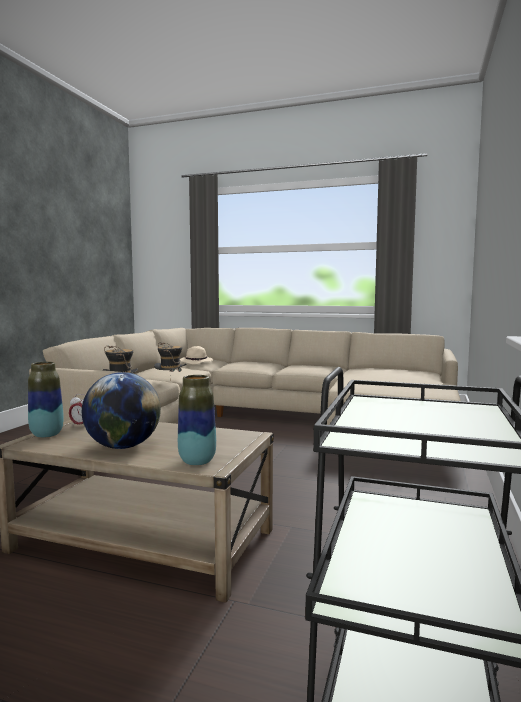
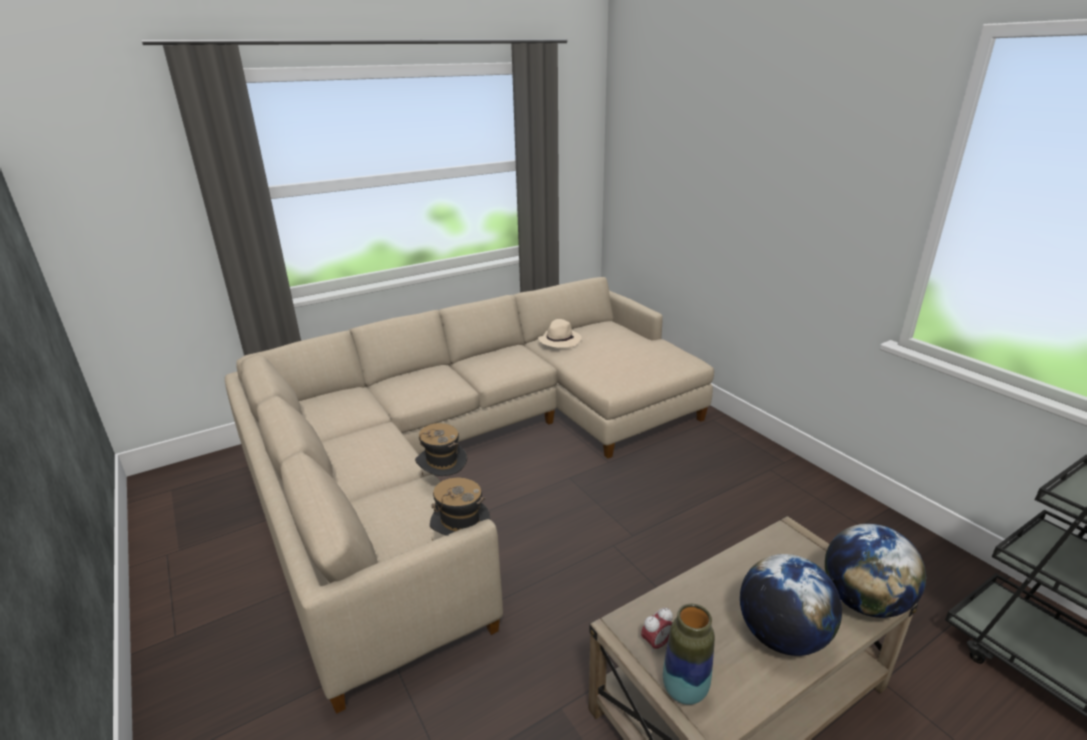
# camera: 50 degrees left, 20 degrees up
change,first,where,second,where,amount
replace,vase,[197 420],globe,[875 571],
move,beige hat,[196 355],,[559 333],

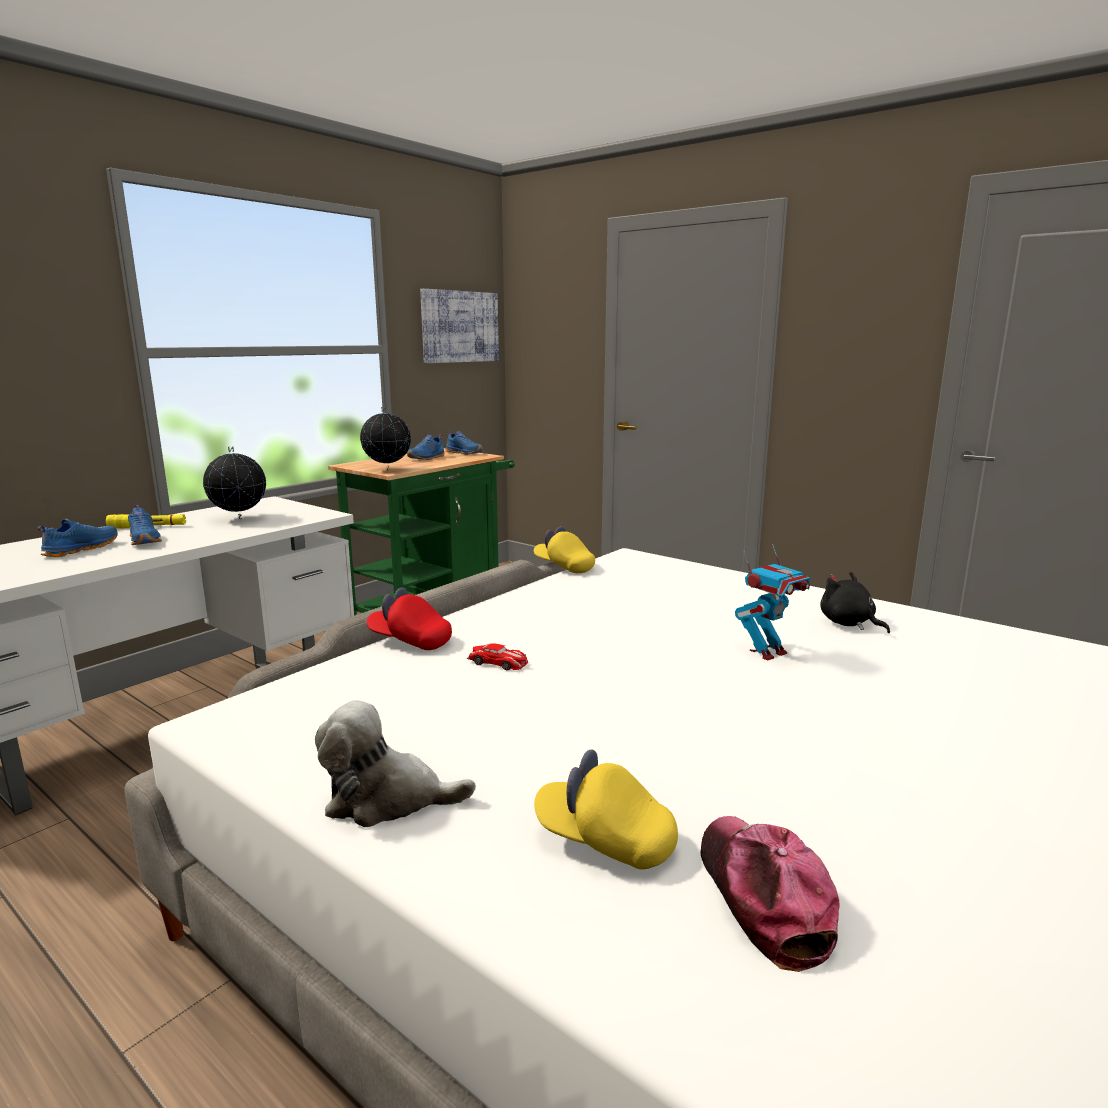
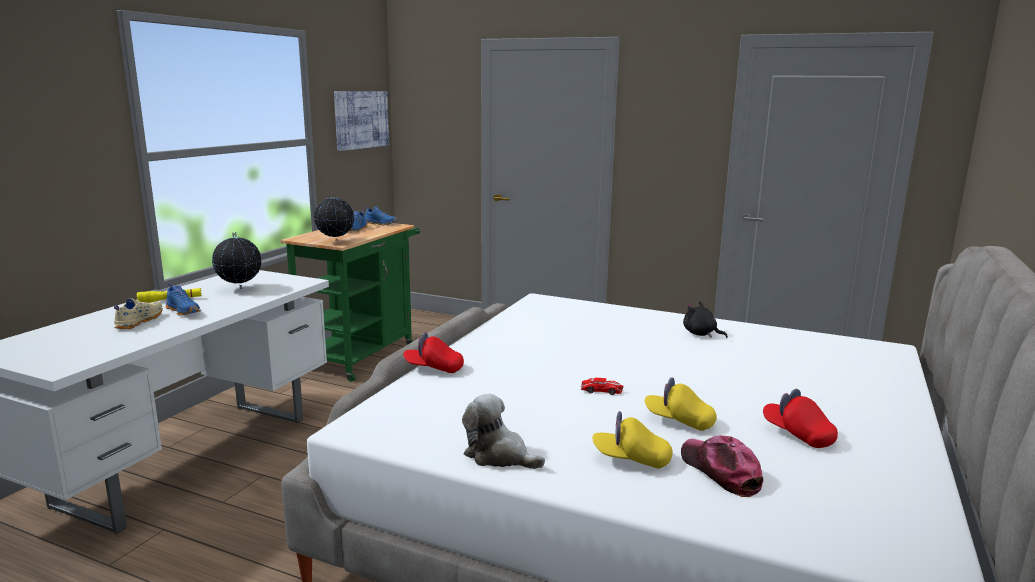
# camera: 15 degrees left, 0 degrees up
change,first,where,second,where,amount
recolor,blue shoe,[78 538],beige shoe,[138 313],
rotate,plush toy,[395 763],,[503 431],45 degrees clockwise
move,toy car,[497 656],,[602 386],
move,yellow cap,[564 549],,[681 404],
delete,toy robot,[772 602],,,
insert,,,red cap,[800 418],

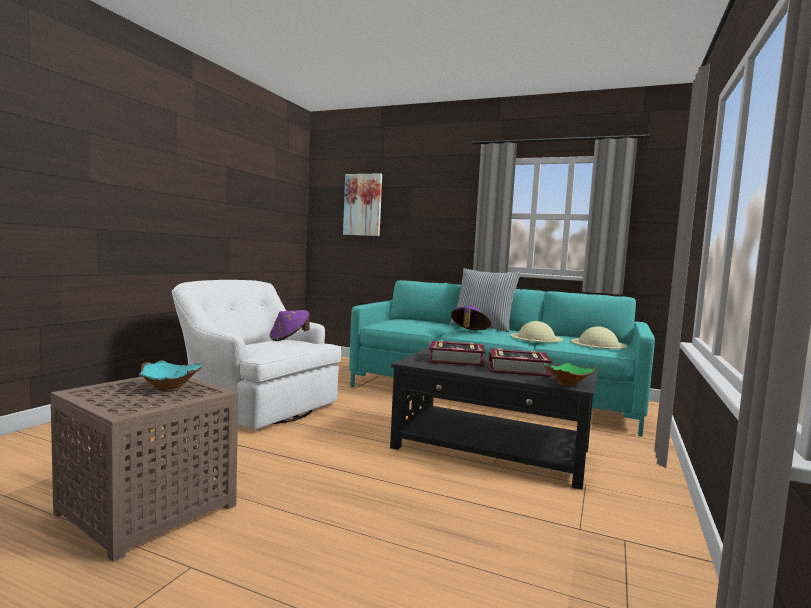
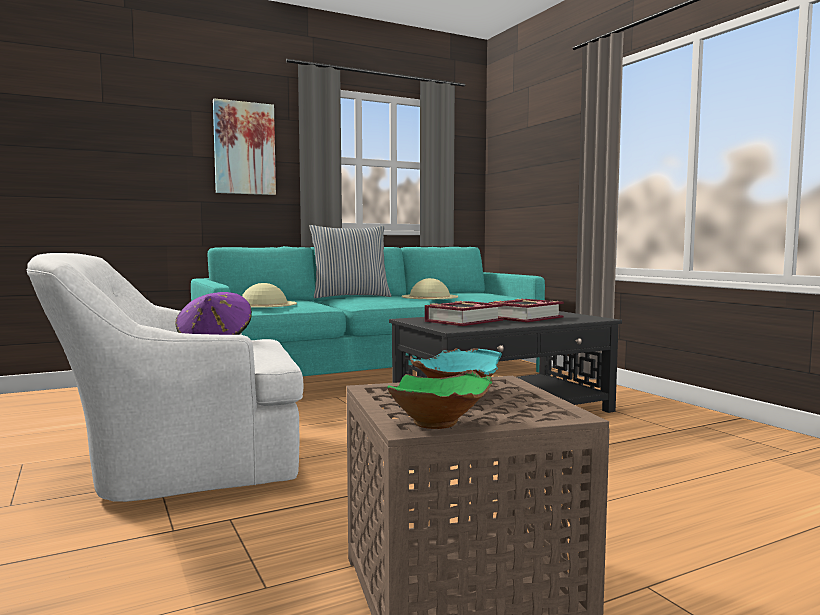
# camera: 50 degrees left, 0 degrees up
change,first,where,second,where,amount
move,picture,[362 204],,[244 146],
delete,purple hat,[471 318],,,
move,green bowl,[569 374],,[439 399],
move,beige hat,[599 337],,[269 295],

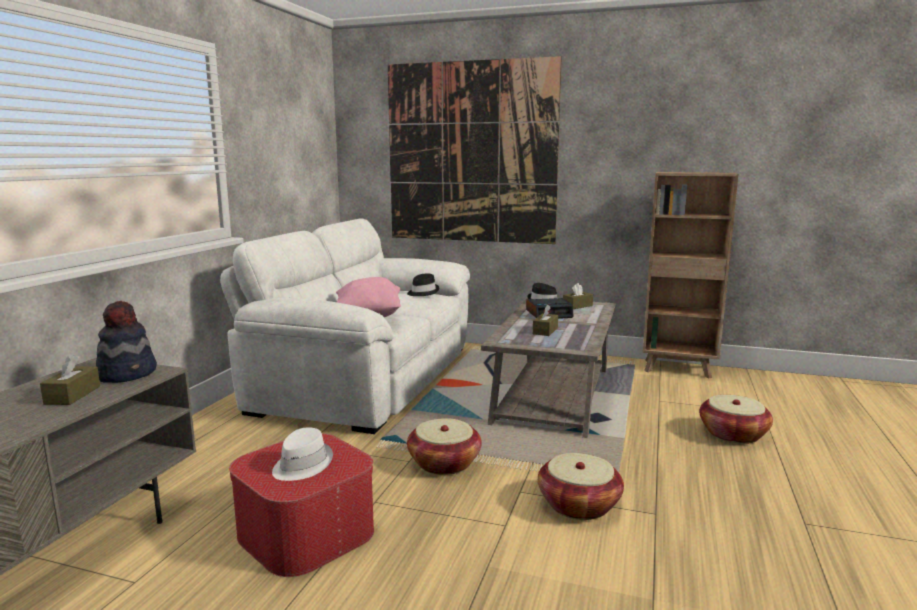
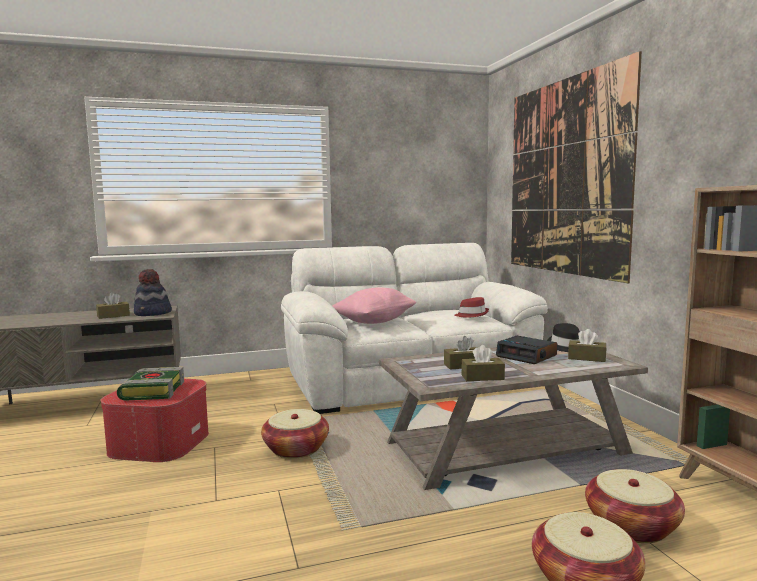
# camera: 55 degrees right, 5 degrees down
change,first,where,second,where,amount
replace,white hat,[302 454],book,[150 384],
recolor,black hat,[423 285],red hat,[472 307],
move,basket,[581 486],,[635 506],
insert,,,brown tissue box,[483 363],

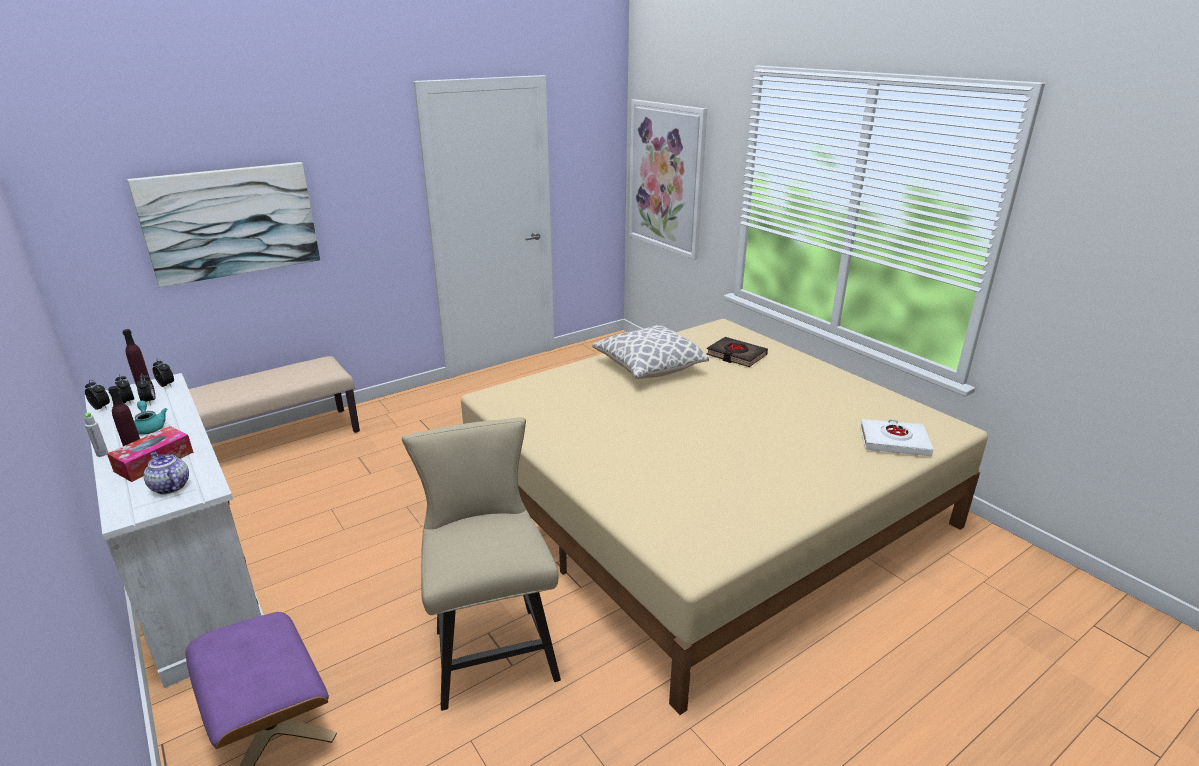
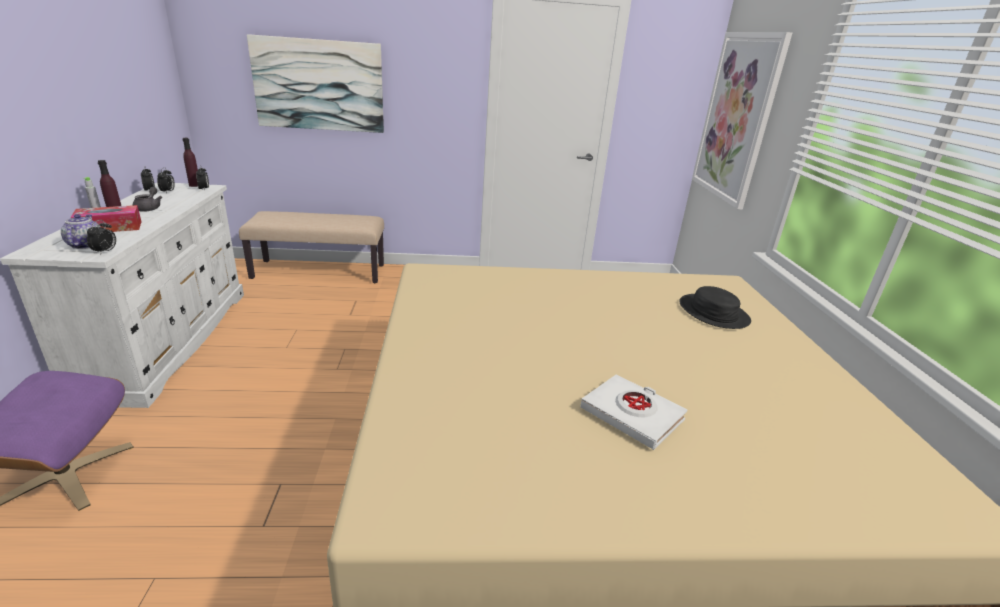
# camera: 30 degrees right, 0 degrees up
change,first,where,second,where,amount
recolor,turquoise teapot,[150 418],grey teapot,[147 199],
move,alarm clock,[146 389],,[101 237],
delete,beige chair,[481 564],,,
delete,pillow,[651 352],,,
replace,black book,[737 352],black hat,[715 307],
move,white book,[896 437],,[634 412],

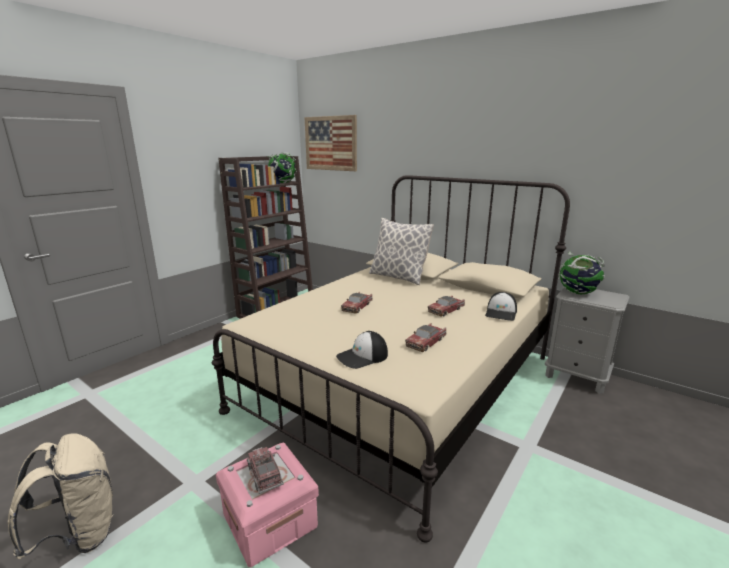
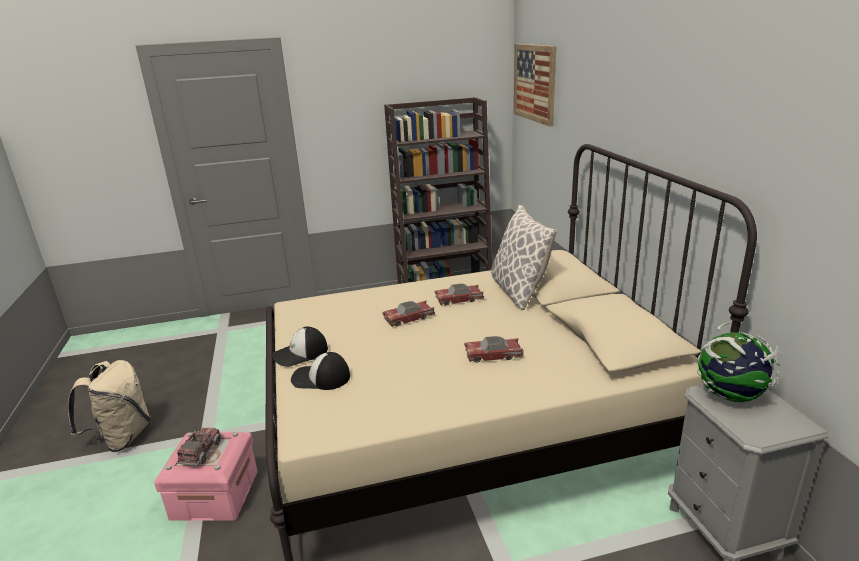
# camera: 40 degrees right, 5 degrees up
change,first,where,second,where,amount
delete,globe,[282 168],,,
move,toy car,[425 337],,[459 295],
move,cap,[501 306],,[300 346],

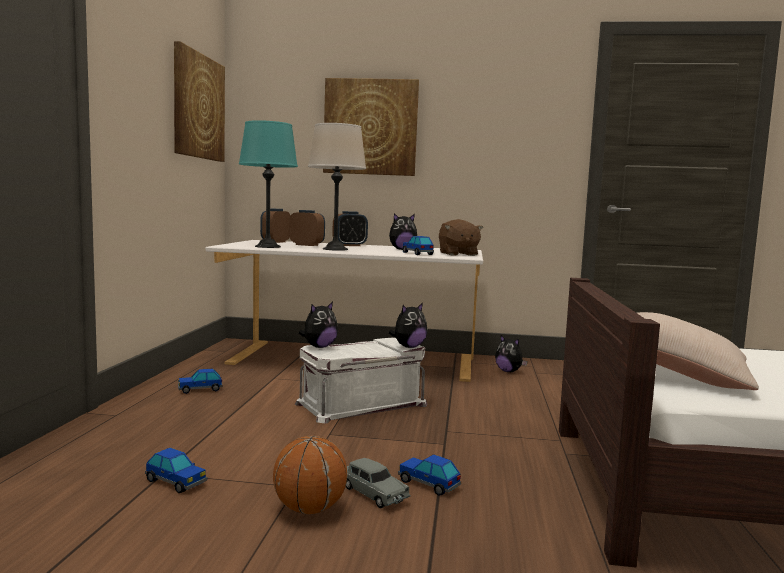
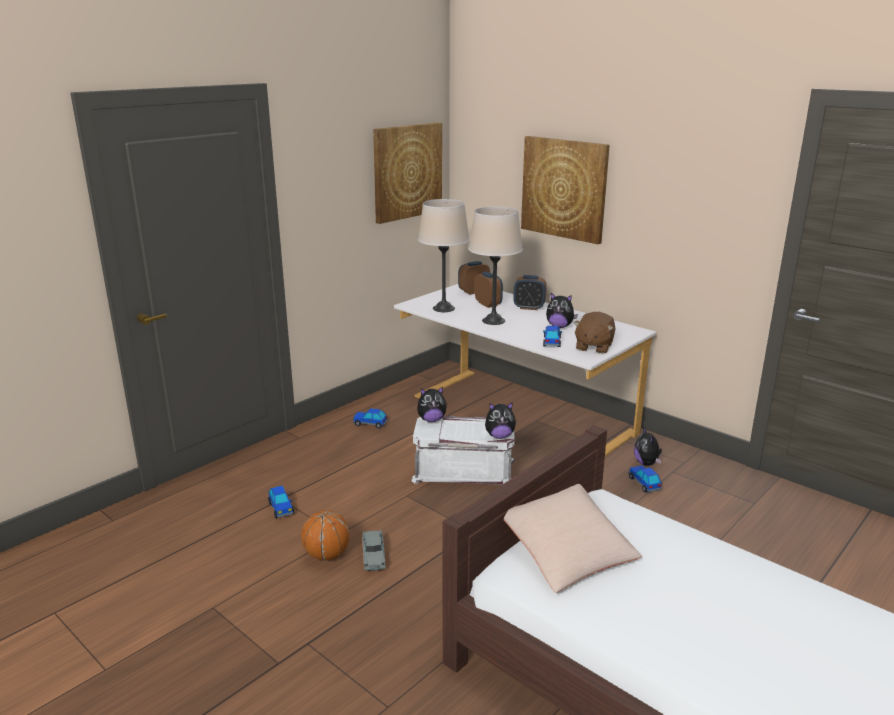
# camera: 35 degrees right, 15 degrees up
change,first,where,second,where,amount
recolor,turquoise table lamp,[268 184],beige table lamp,[444 255],
move,toy car,[429 475],,[645 478],

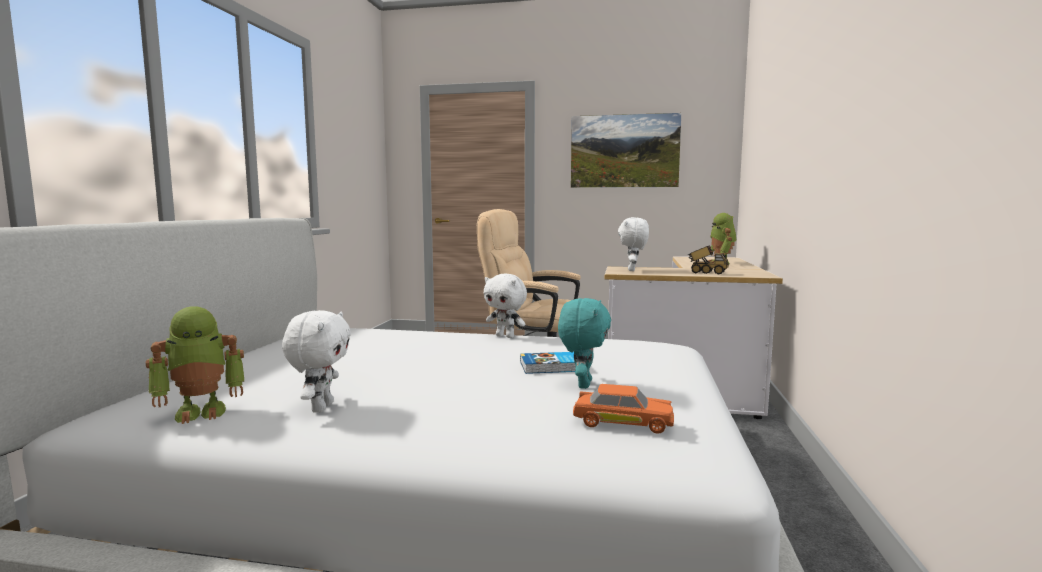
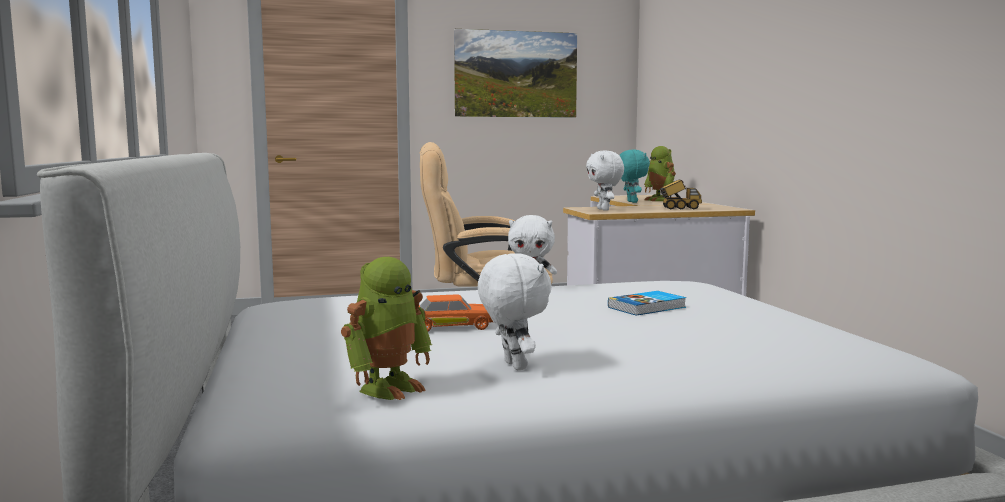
# camera: 25 degrees left, 0 degrees up
change,first,where,second,where,amount
move,turquoise plush toy,[584 343],,[634 176],
move,orange toy car,[623 409],,[456 313],

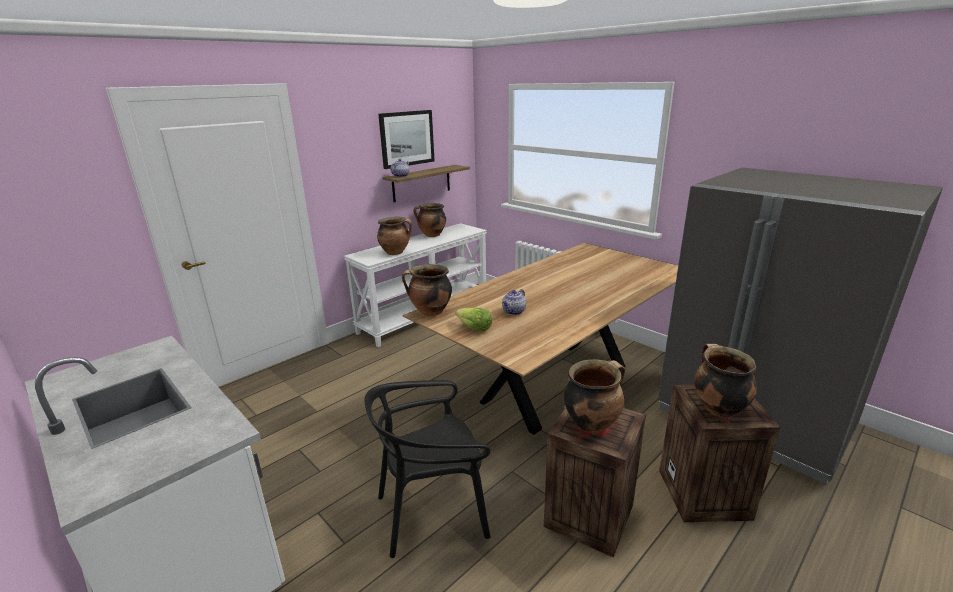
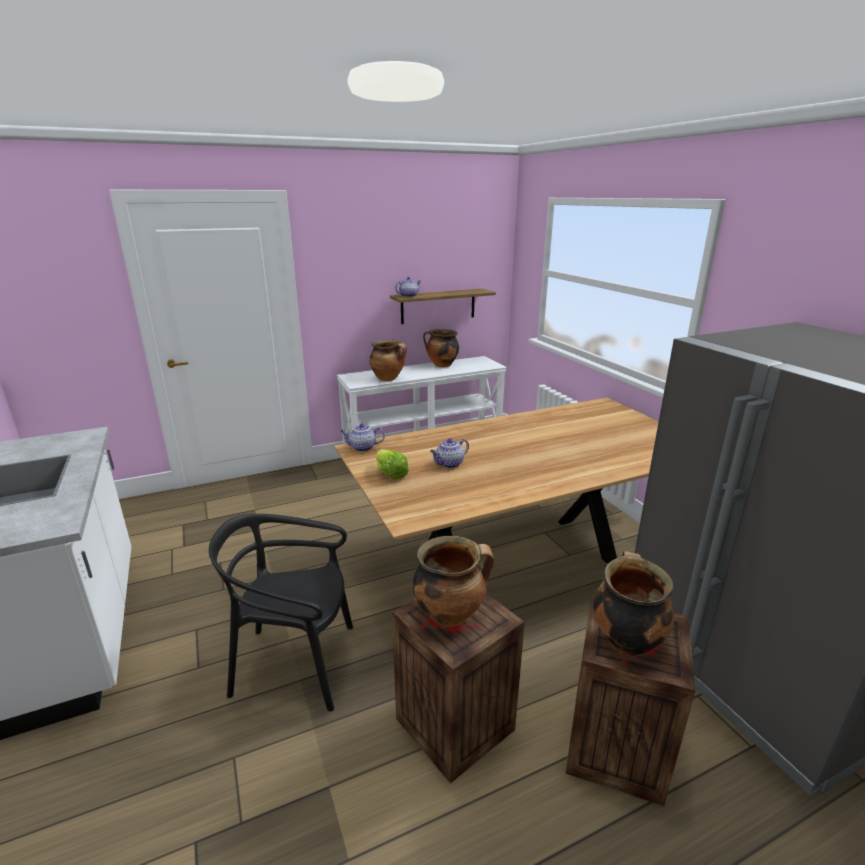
# camera: 20 degrees right, 0 degrees up
change,first,where,second,where,amount
delete,picture,[406 139],,,
replace,cooking pot,[427 290],teapot,[362 437],

